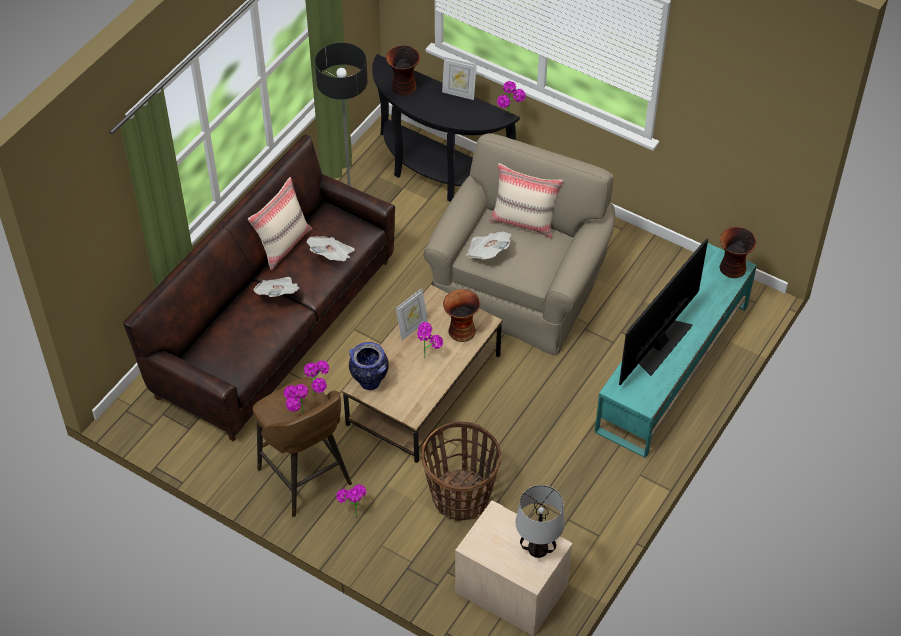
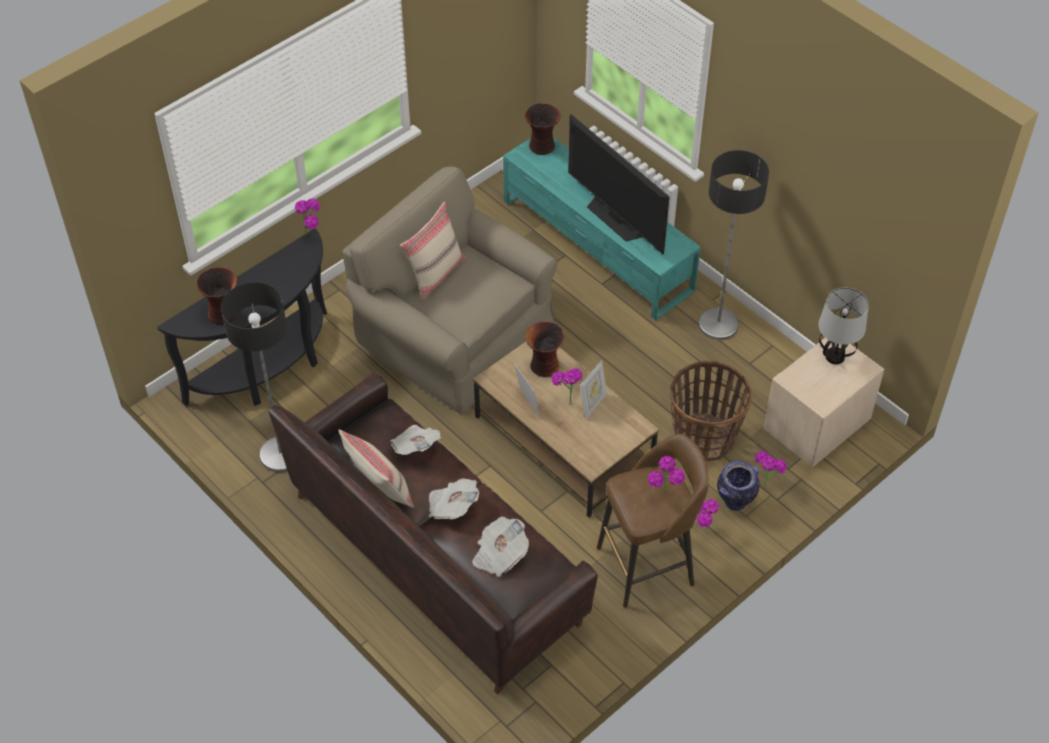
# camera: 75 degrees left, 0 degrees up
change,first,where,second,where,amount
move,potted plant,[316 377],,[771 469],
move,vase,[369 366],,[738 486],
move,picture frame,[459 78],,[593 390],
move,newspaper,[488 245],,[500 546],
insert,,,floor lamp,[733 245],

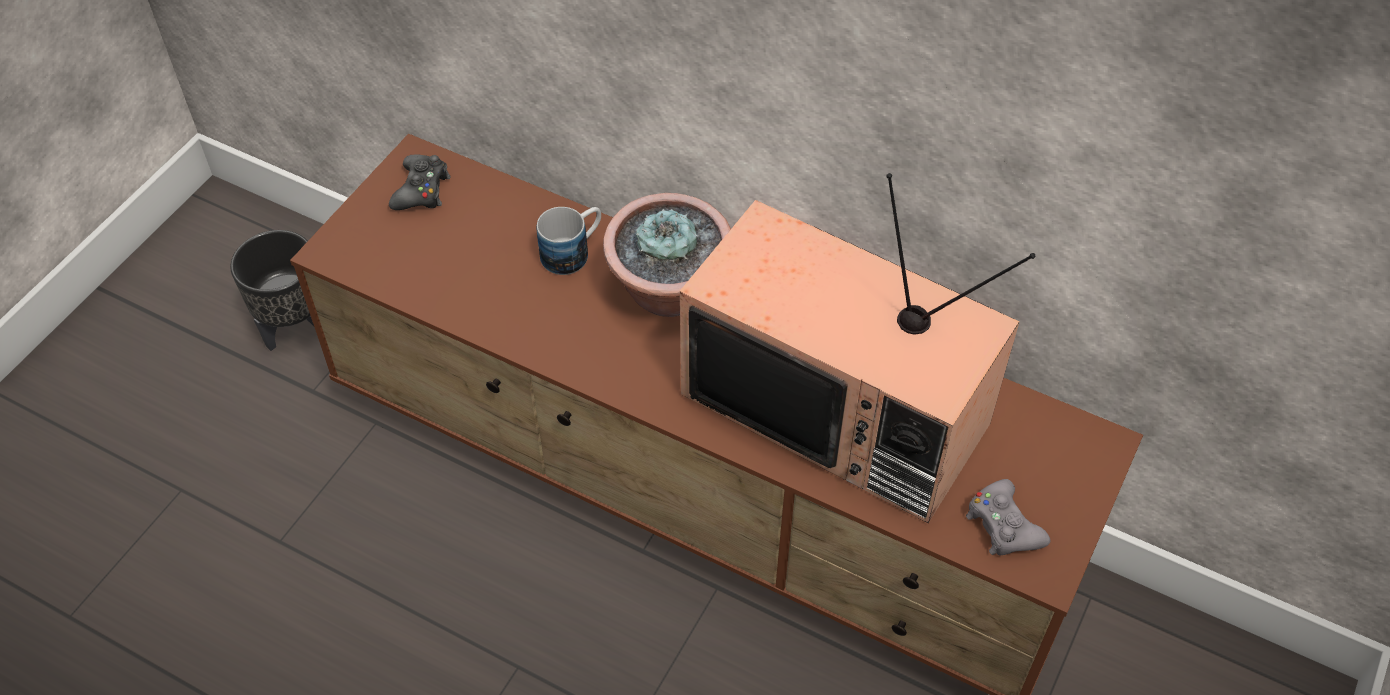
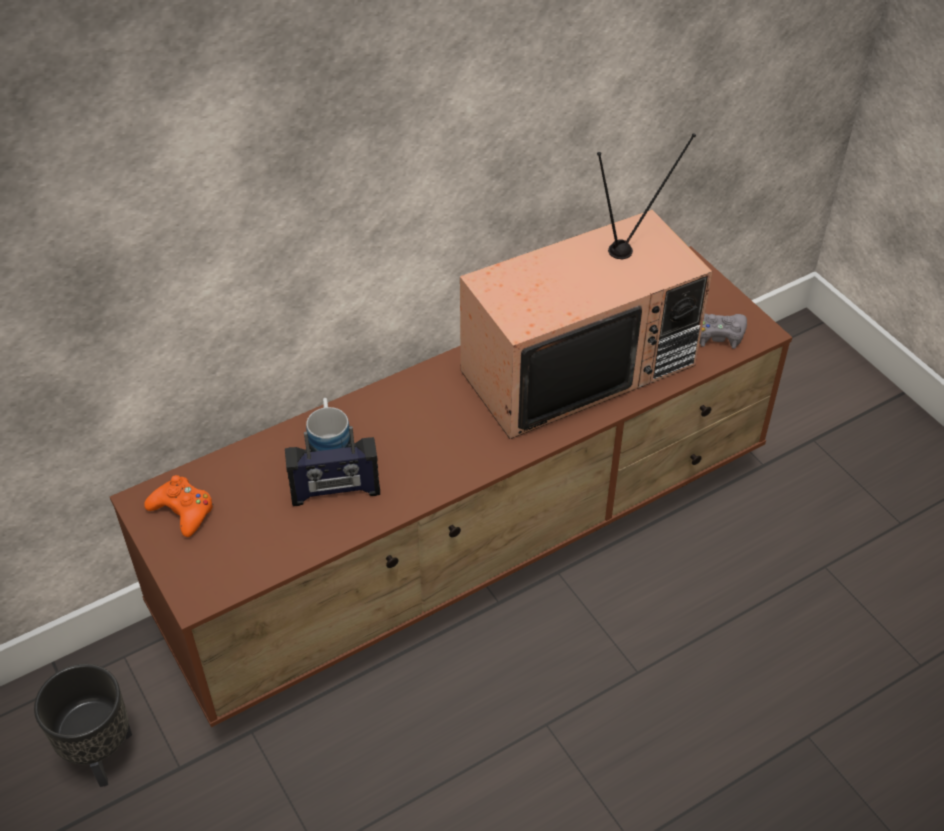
# camera: 60 degrees left, 5 degrees down
change,first,where,second,where,amount
recolor,black game controller,[420 182],orange game controller,[178 506],
delete,potted plant,[667 255],,,
insert,,,radio,[332 466],

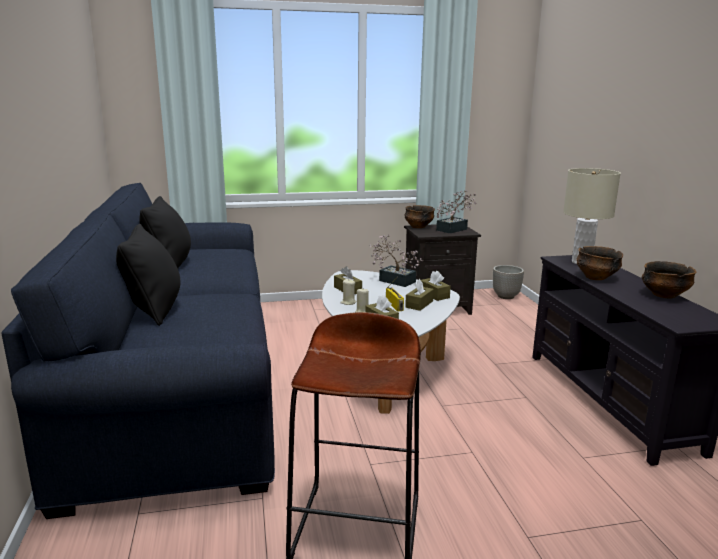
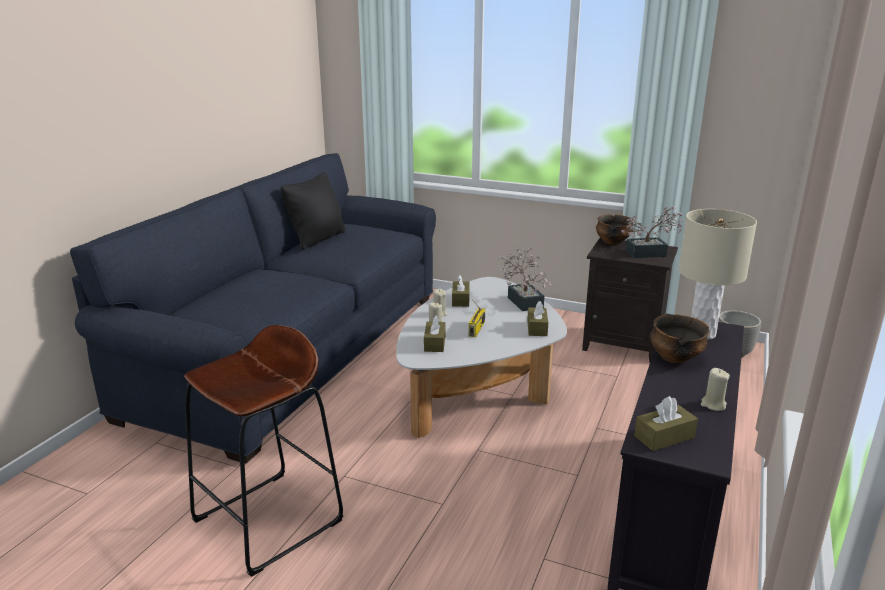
# camera: 35 degrees right, 5 degrees up
change,first,where,second,where,amount
delete,black pillow,[148 275],,,
move,brown tissue box,[419 295],,[666 423],
replace,bowl,[669 280],beige candle,[715 389],

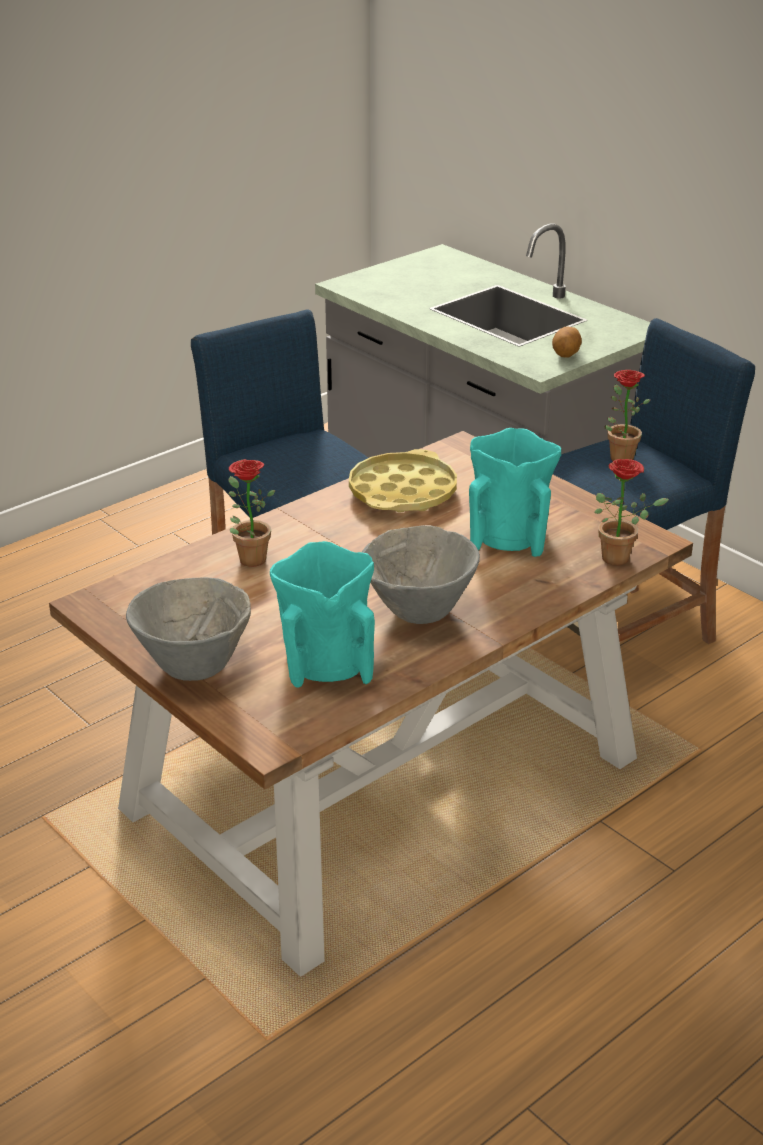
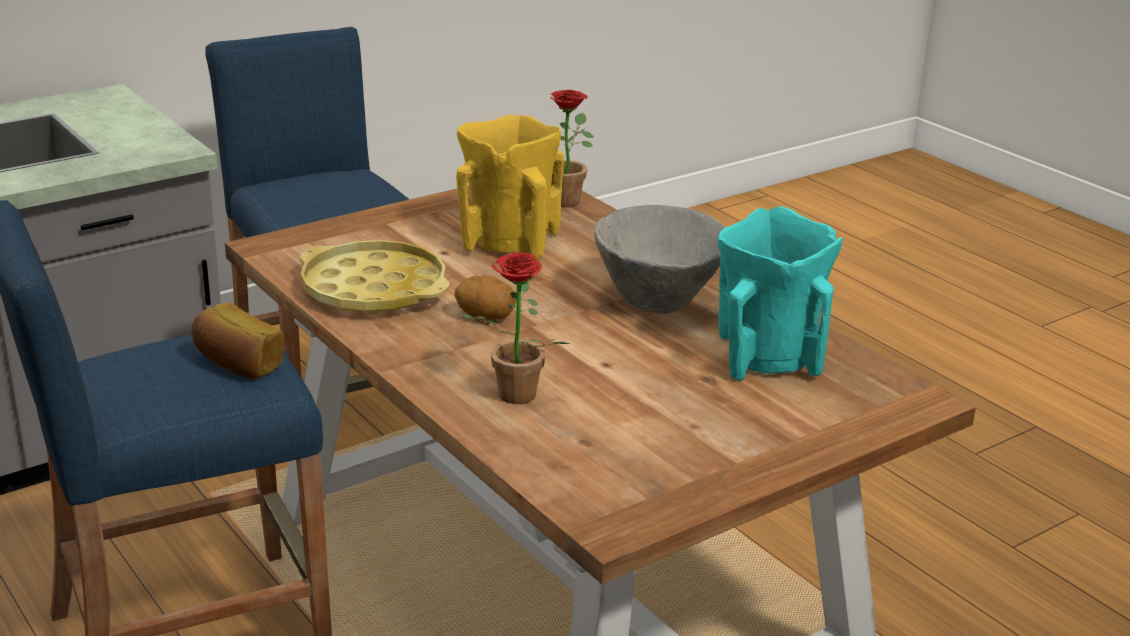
# camera: 85 degrees left, 5 degrees down
change,first,where,second,where,amount
delete,grey bowl,[188 629],,,
recolor,turquoise vase,[515 492],yellow vase,[510 187],
move,potato,[567 342],,[485 297],
delete,potted plant,[627 415],,,
insert,,,bread,[237 341],

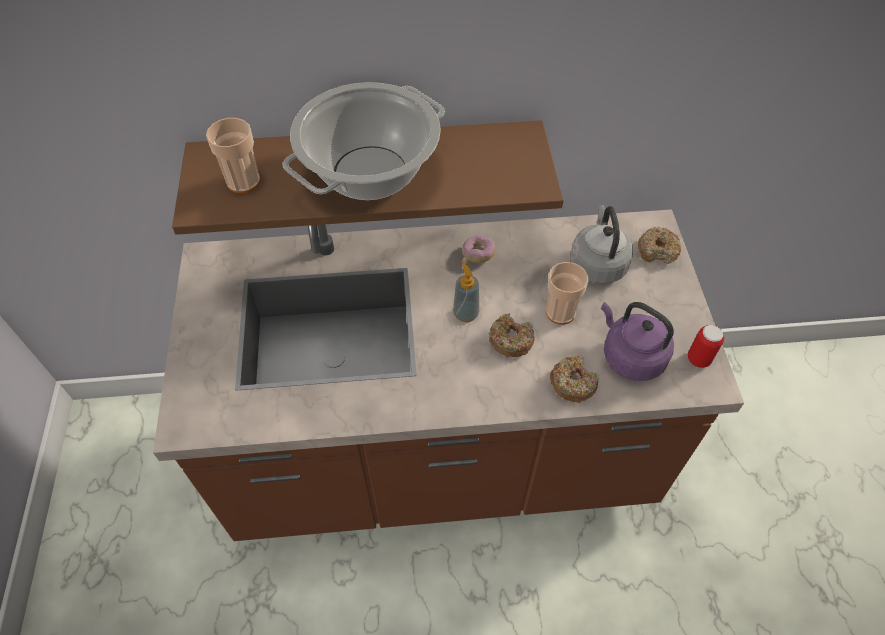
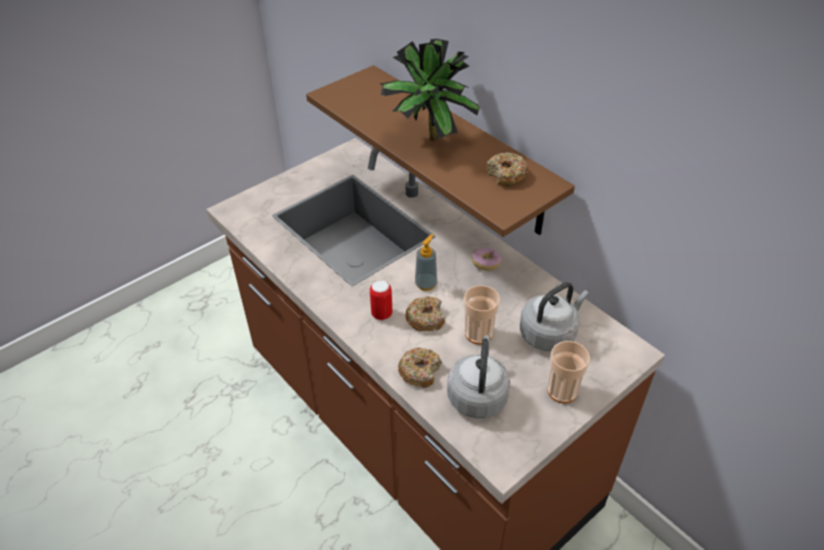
# camera: 55 degrees right, 10 degrees down
change,first,where,second,where,amount
move,cup,[233 155],,[569 372],
replace,cooking pot,[363 141],potted plant,[429 90],
recolor,purple kettle,[637 341],grey kettle,[478 376],
move,donut,[659 245],,[507 169],
move,can,[706 346],,[381 300],

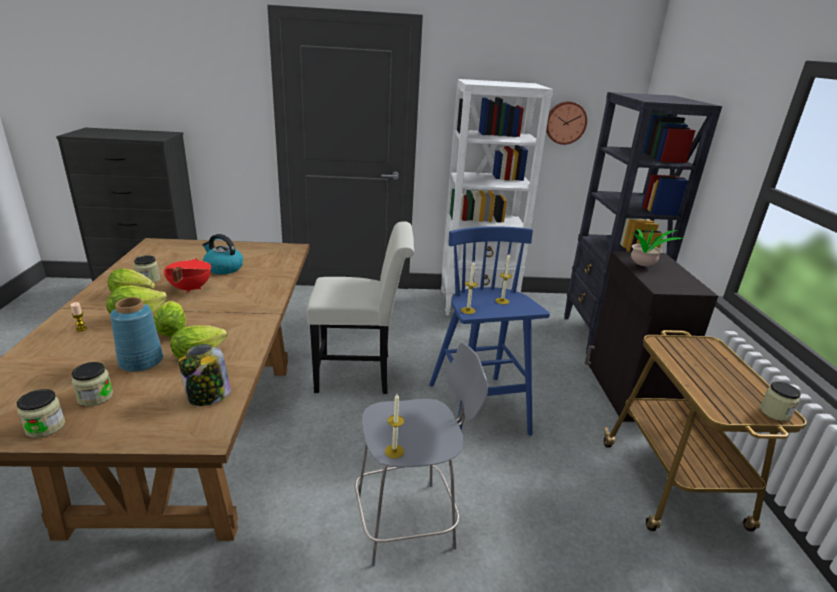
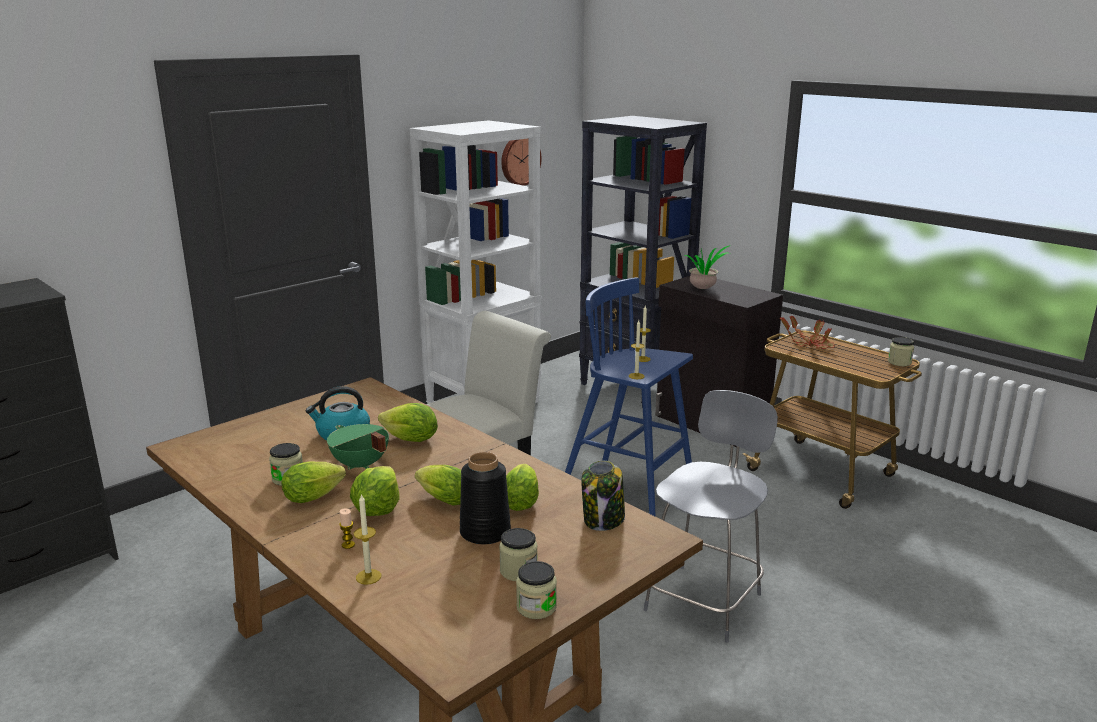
# camera: 40 degrees left, 5 degrees down
change,first,where,second,where,amount
recolor,blue vase,[136 334],black vase,[485 498],
recolor,red cooking pot,[187 275],green cooking pot,[358 447],
move,candle,[394 426],,[367 539],
insert,,,lettuce,[408 422],
insert,,,potted plant,[807 332],

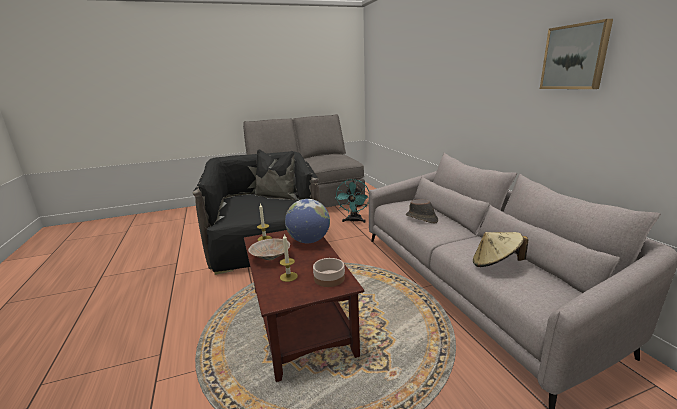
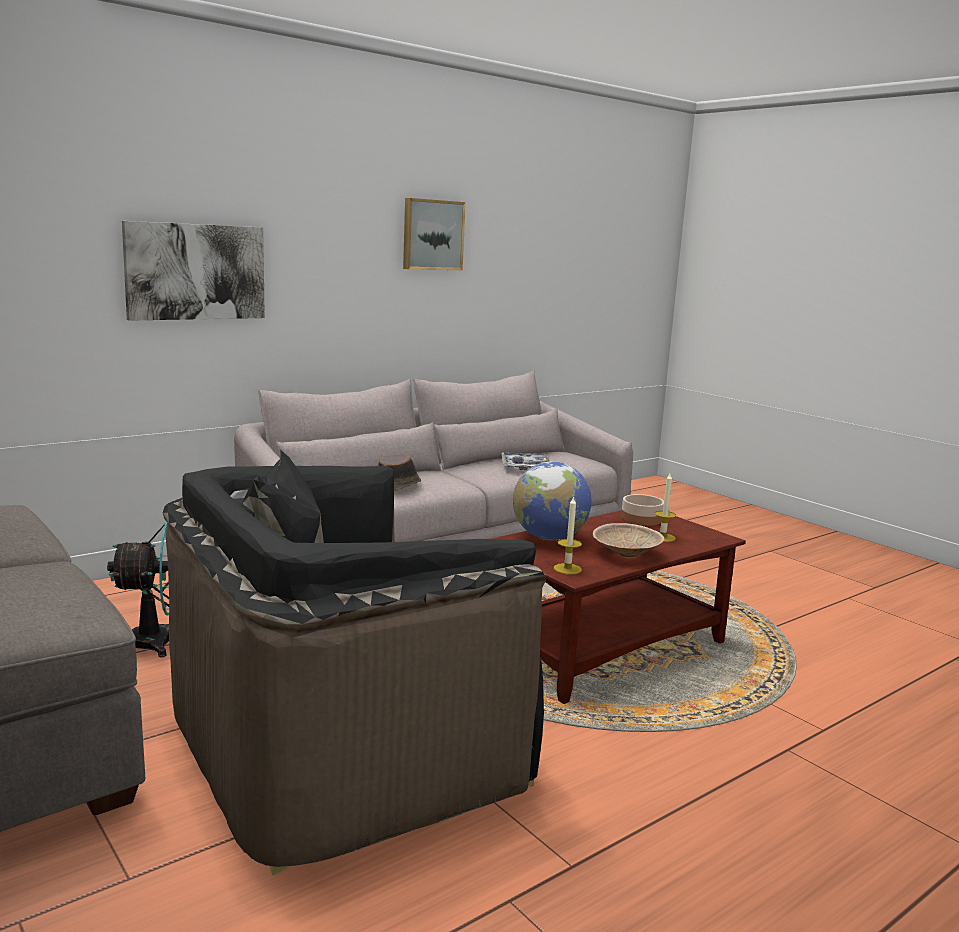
# camera: 110 degrees left, 5 degrees down
change,first,where,second,where,amount
replace,beige hat,[500 249],tray,[525 461],
insert,,,picture,[193 271],

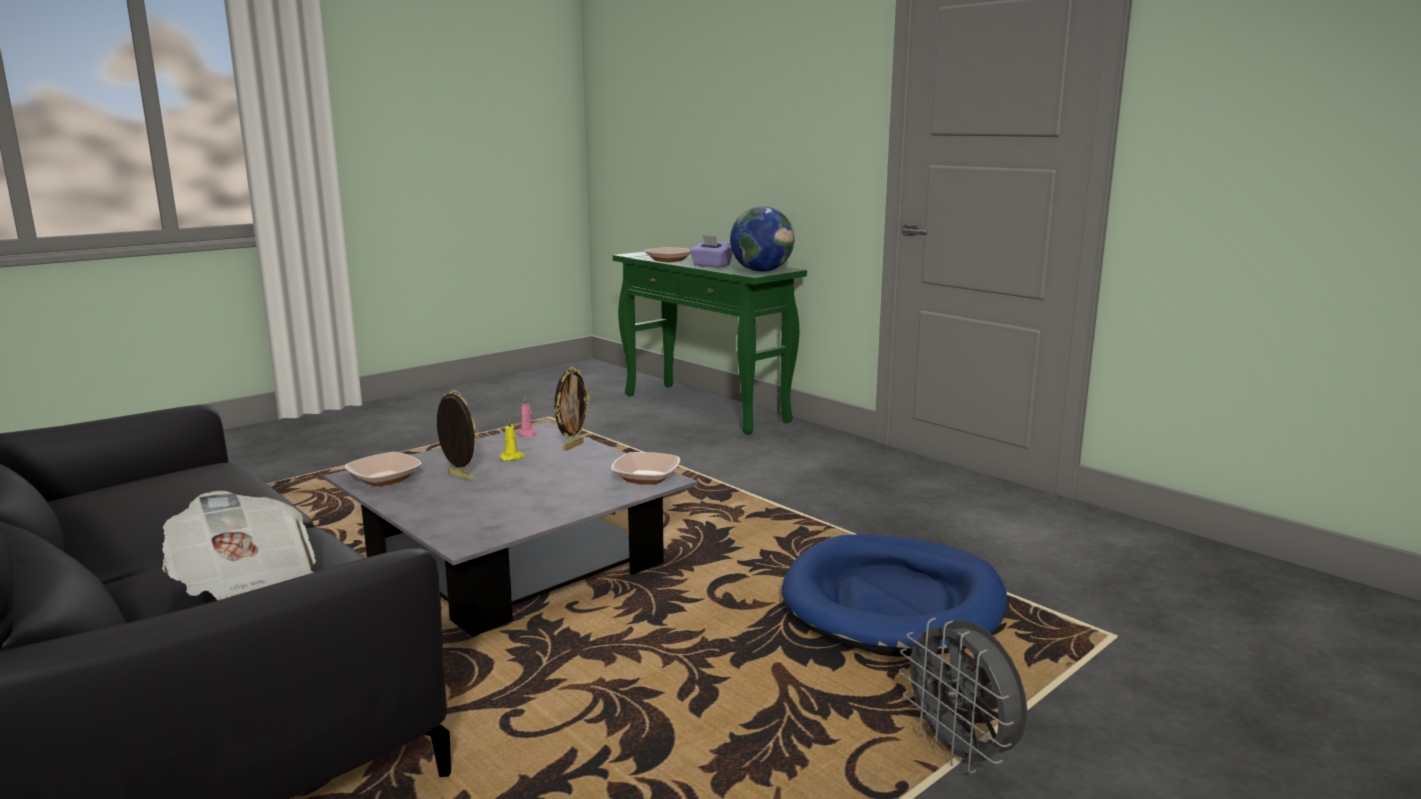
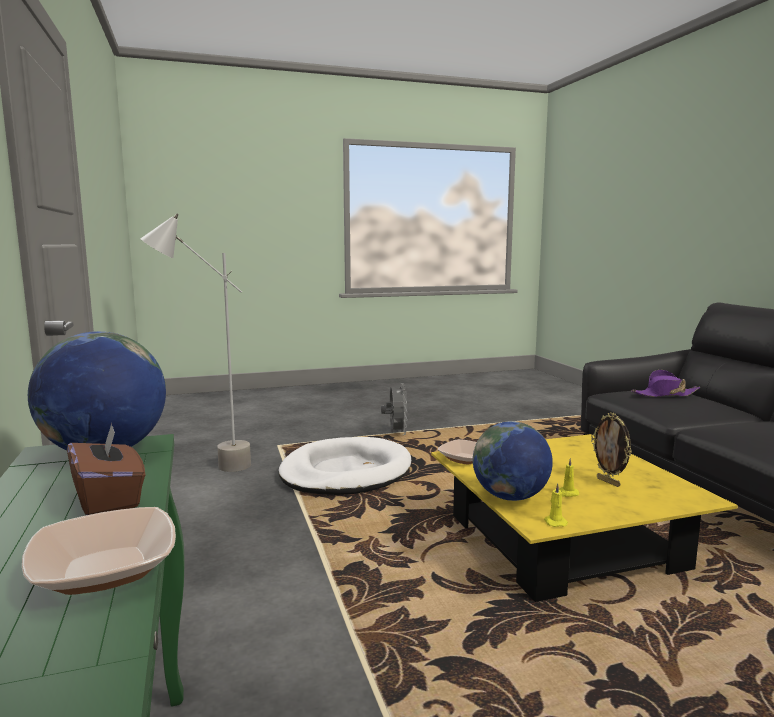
# camera: 155 degrees left, 5 degrees down
change,first,where,second,where,amount
replace,newspaper,[239 545],purple hat,[665 383],
recolor,grey coffee table,[511 529],yellow coffee table,[584 518],
delete,bowl,[383 469],,,
recolor,pink candle,[526 417],yellow candle,[556 505],
replace,picture frame,[572 409],globe,[513 461],
recolor,purple tissue box,[711 251],brown tissue box,[106 469],
recolor,blue dog bed,[894 595],white dog bed,[345 466],
insert,,,grey floor lamp,[195 343],

